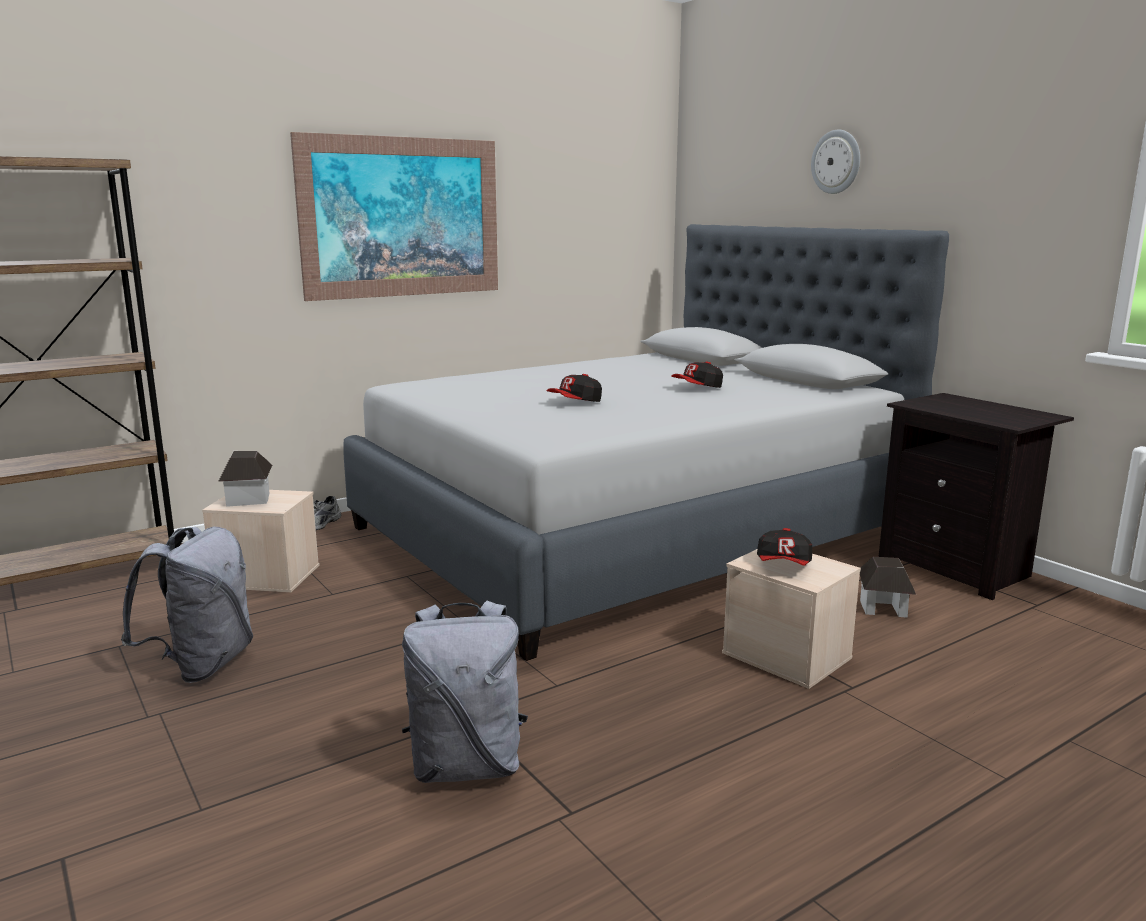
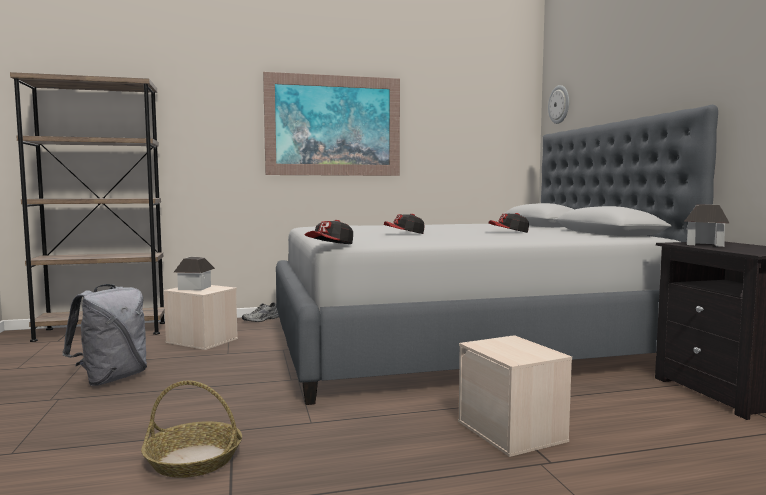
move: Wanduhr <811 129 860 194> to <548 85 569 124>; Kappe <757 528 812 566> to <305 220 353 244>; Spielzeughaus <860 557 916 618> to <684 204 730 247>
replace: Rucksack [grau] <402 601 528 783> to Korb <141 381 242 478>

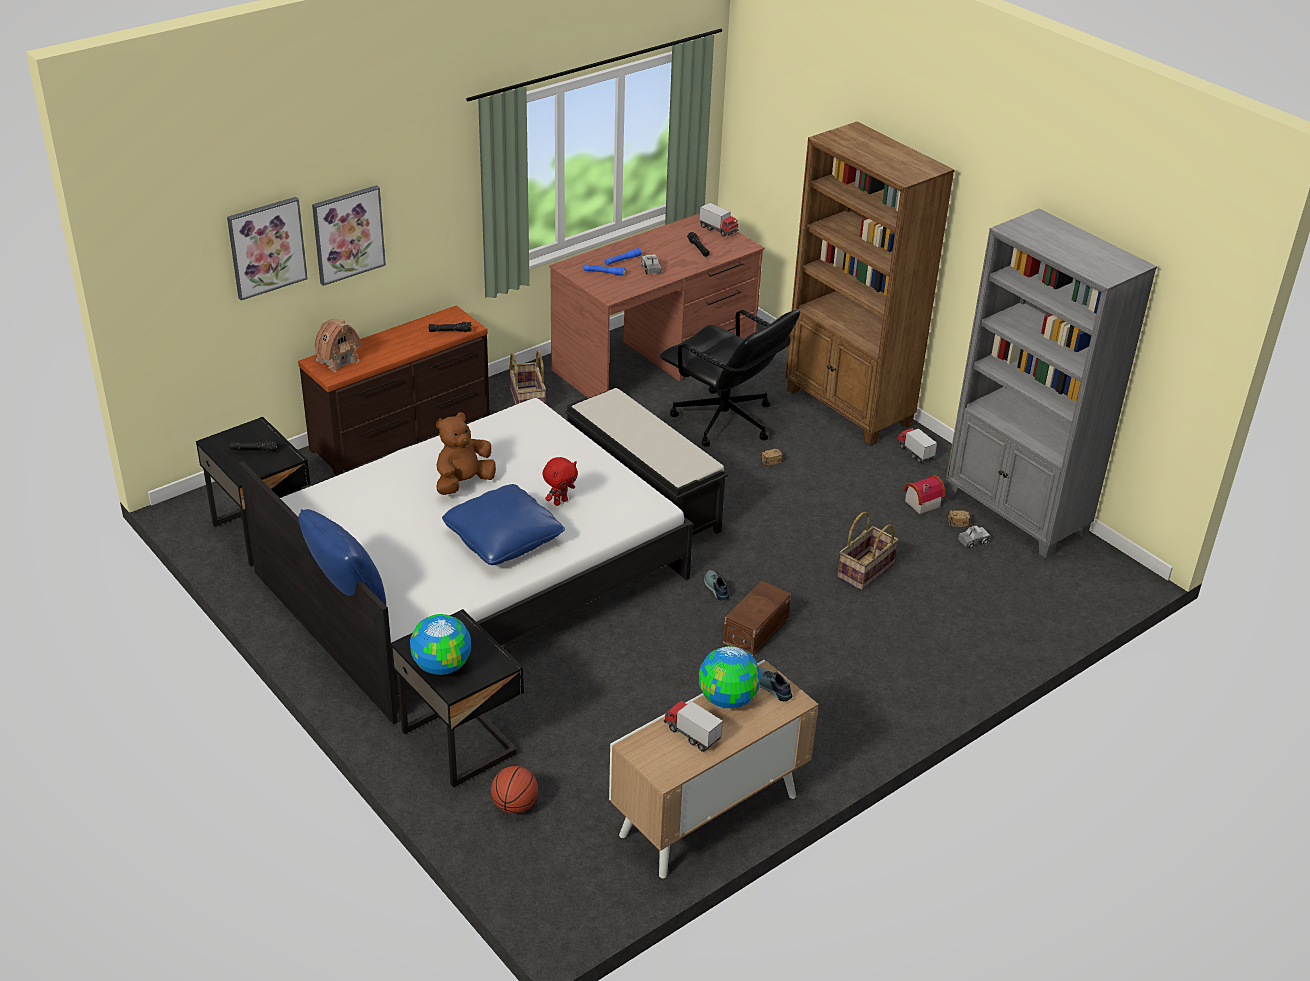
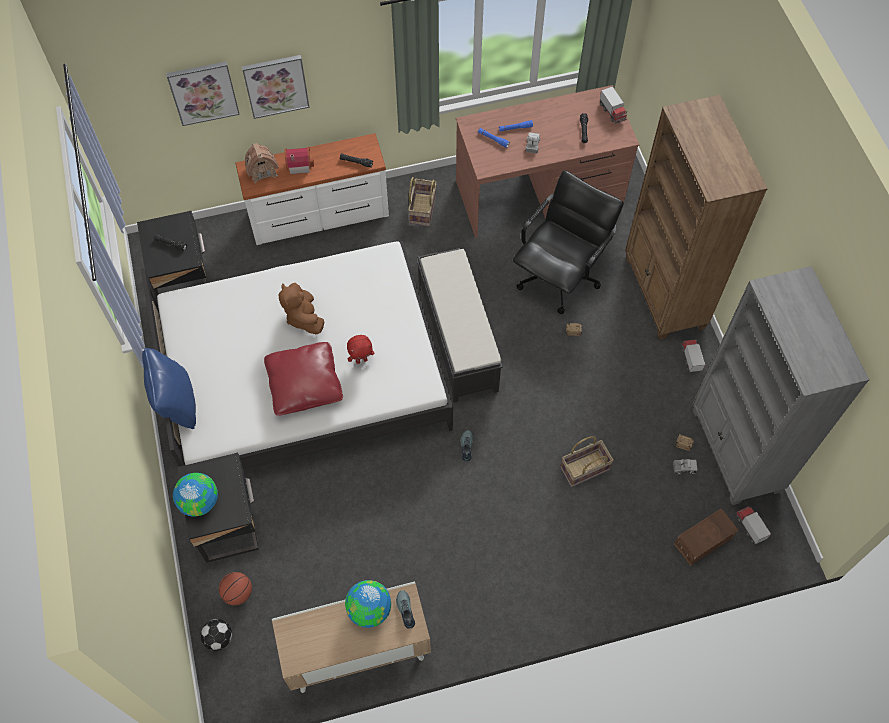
insert: Fußball <200 619 232 651>
move: Spielzeughaus <903 475 946 514> to <285 147 314 174>; Aufbewahrungsbox [braun] <723 581 791 656> to <674 508 738 566>; Spielzeuglaster <664 701 723 752> to <735 506 771 544>
recolor: Kommode [braun] <298 305 490 476> to Kommode [weiß] <235 133 389 245>; Kissen [blau] <442 484 565 565> to Kissen [rot] <264 342 343 416>
rotate: Bürostuhl [schwarz] <660 310 800 447> = <513 170 624 314> 120 degrees counterclockwise; Plüschtier [braun] <436 413 496 495> = <278 283 325 334> 90 degrees counterclockwise

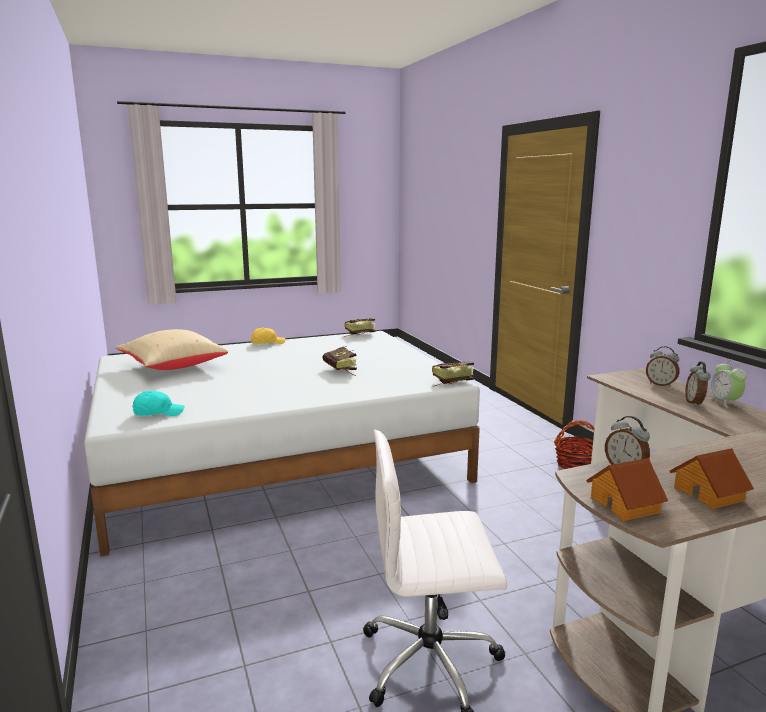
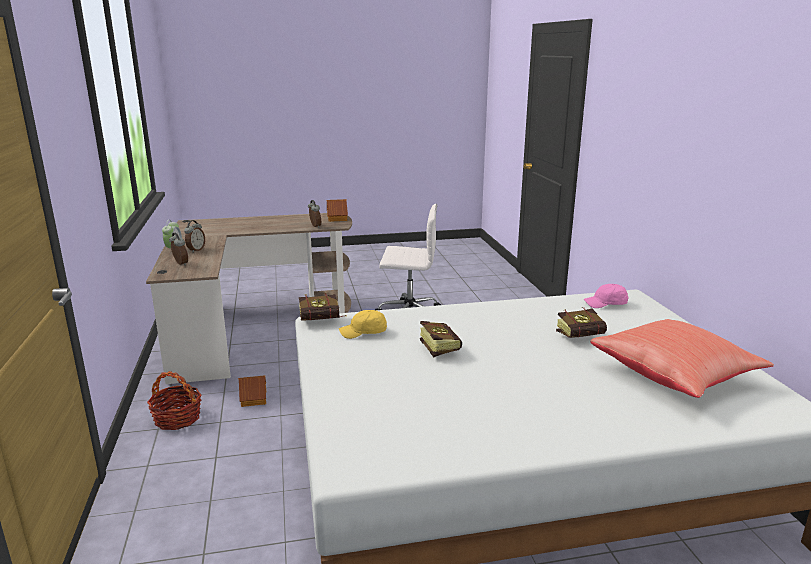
move: Buch <344 318 375 337> to <556 307 607 338>; Kappe [gelb] <251 328 286 344> to <339 310 387 339>; Spielzeughaus <670 448 754 509> to <238 375 266 407>
recolor: Kissen [beige] <115 329 228 370> to Kissen [rot] <590 319 774 398>; Kappe [türkis] <132 390 185 416> to Kappe [rosa] <584 284 628 308>

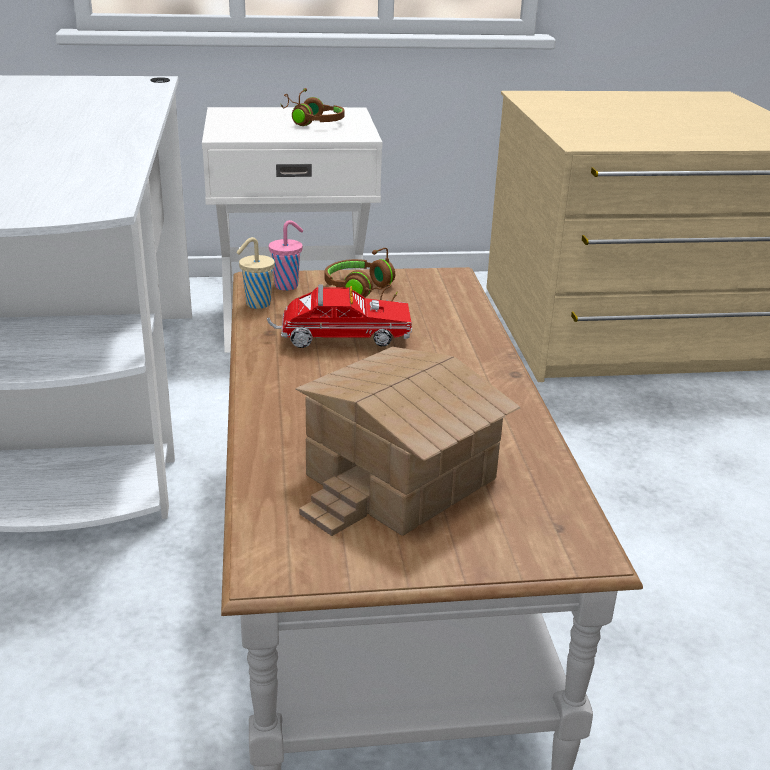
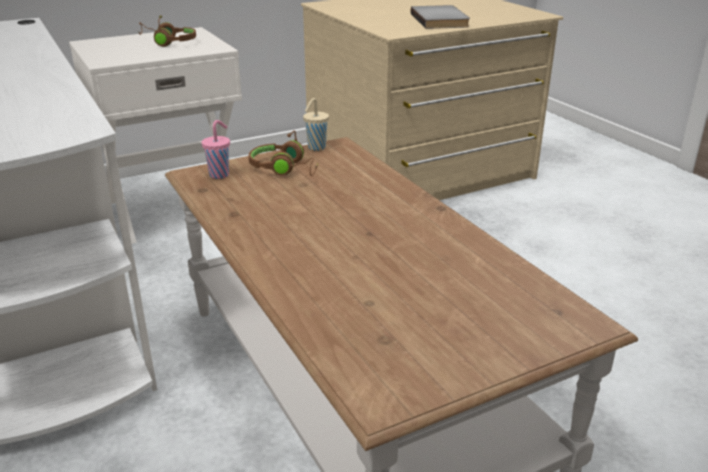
delete: Spielzeuglaster <267 284 412 348>; Spielzeughaus <295 347 520 536>
insert: Buch [grau] <411 5 470 29>
move: Tasse [beige] <236 237 275 309> to <303 98 329 151>

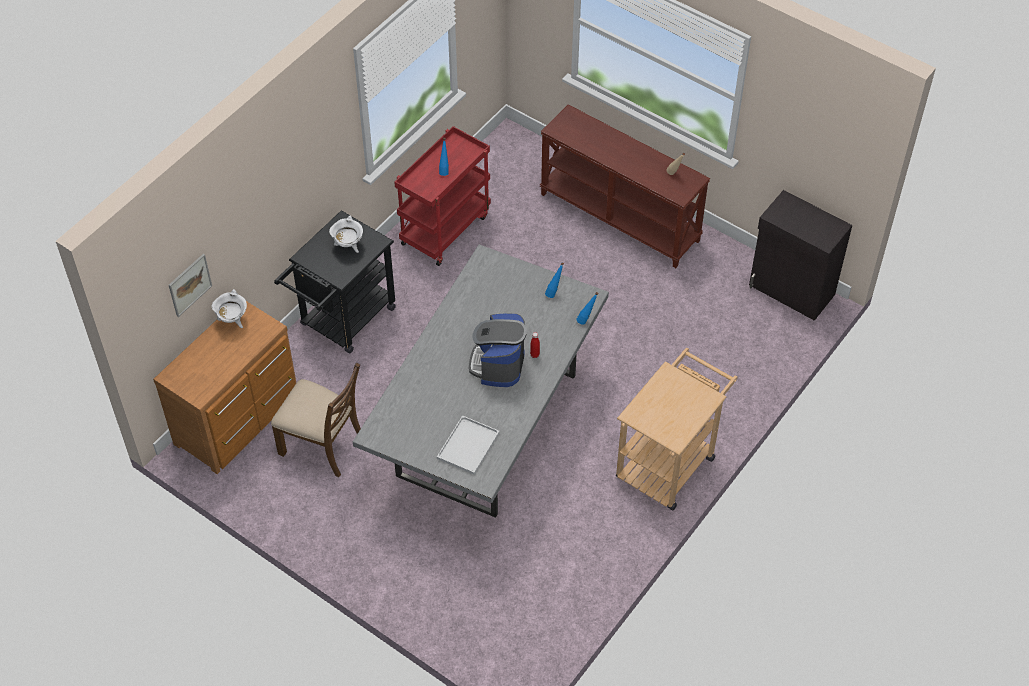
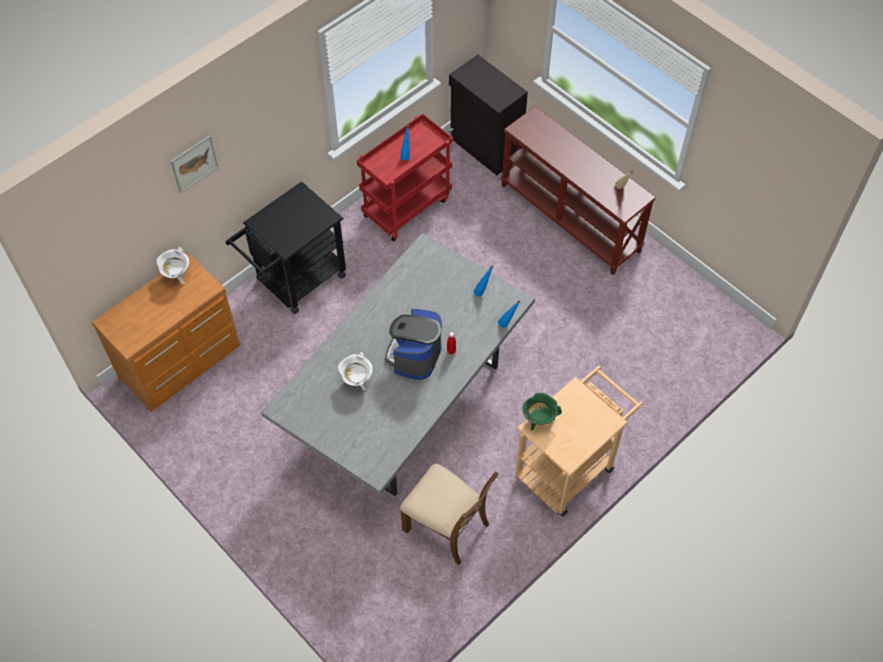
delete: Tablett [weiß] <437 415 500 475>
insert: Kochtopf [grün] <522 393 562 430>
move: Schrank [schwarz] <749 190 852 321> to <449 55 528 175>; Kochtopf [weiß] <329 216 363 253> to <338 352 373 391>; Bild <169 254 212 317> to <170 135 219 193>; Stuhl [braun] <271 362 361 477> to <400 464 499 565>

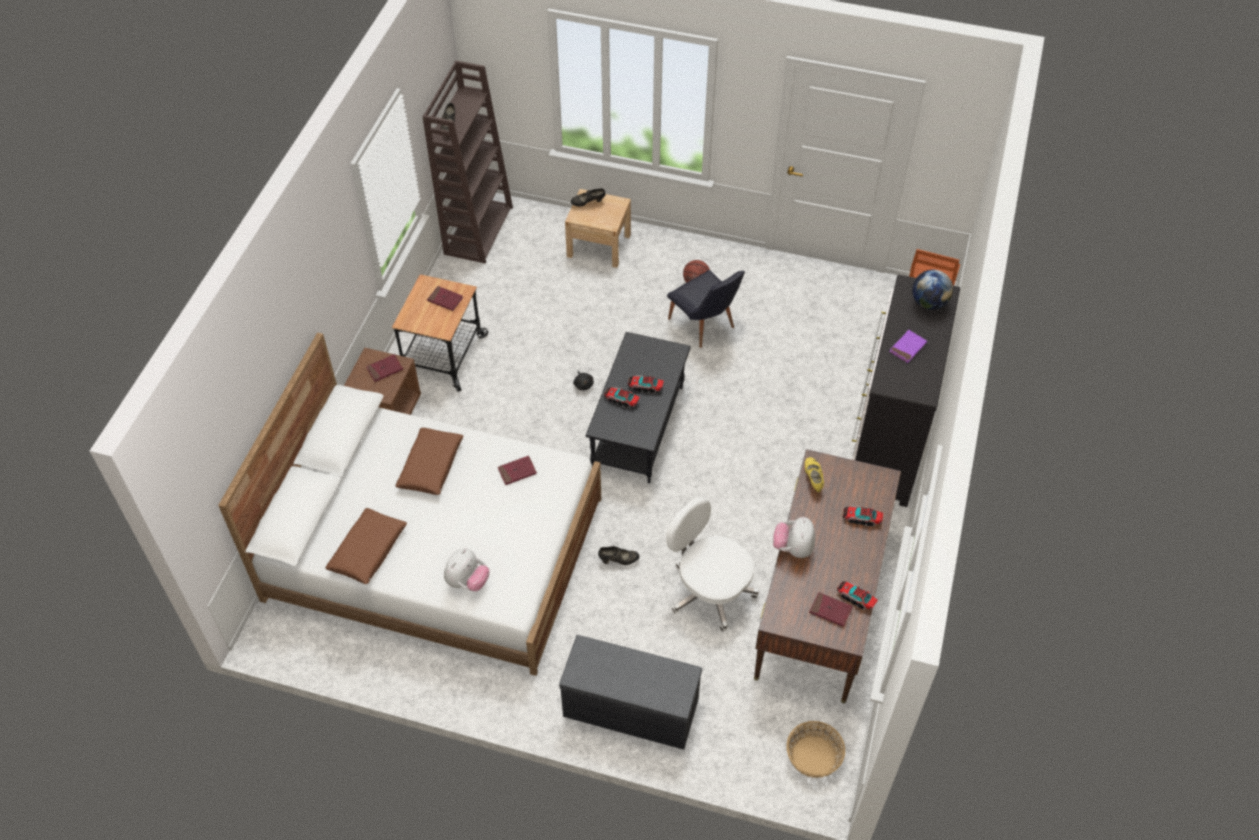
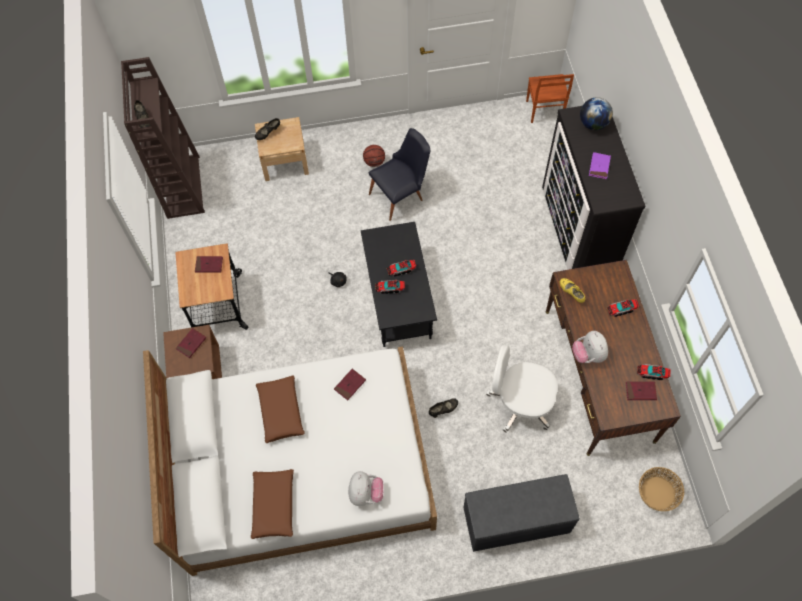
rotate: Stuhl [schwarz] <667 270 745 348> = <369 128 430 221> 60 degrees counterclockwise

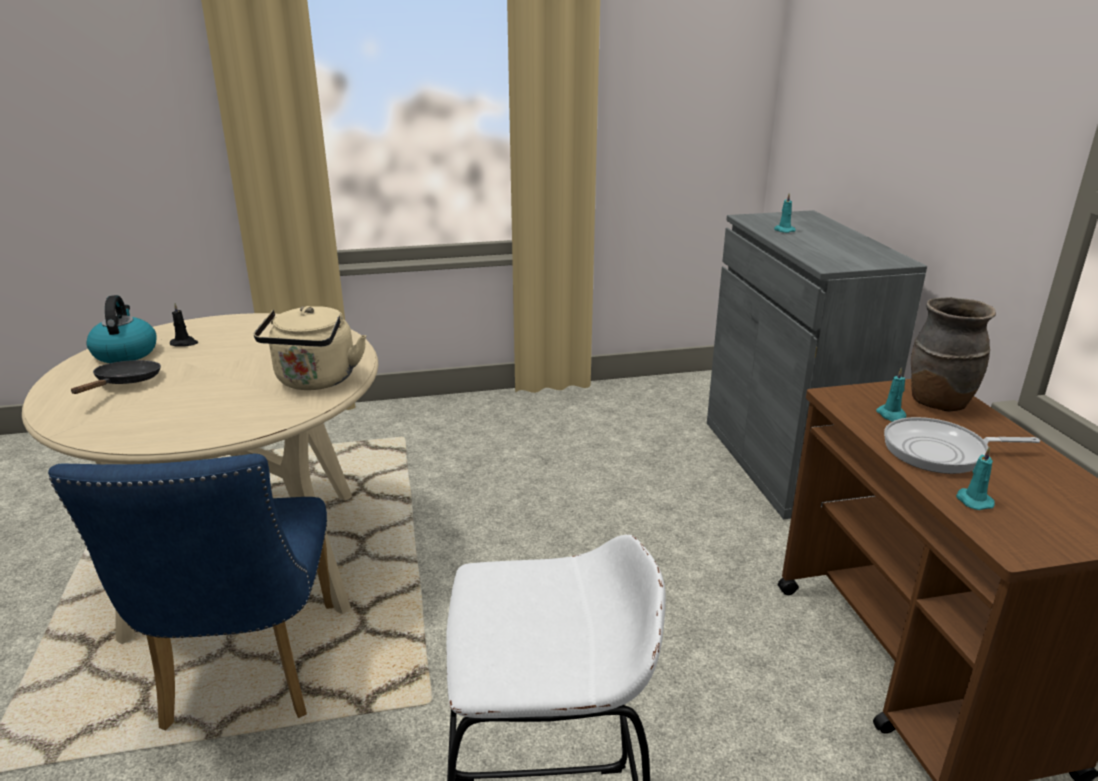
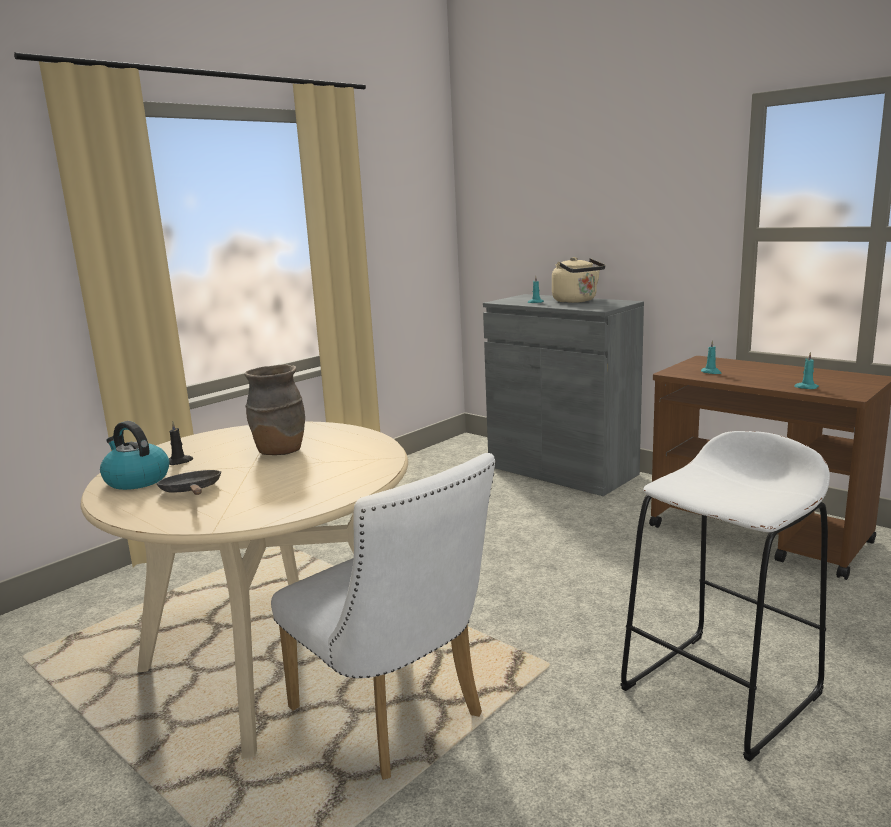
delete: Pfanne <884 417 1040 474>
move: Vase [braun] <911 297 996 412> to <245 364 305 455>; Wasserkessel [beige] <254 306 367 390> to <552 257 605 303>
recolor: Stuhl [blau] <48 454 334 730> to Stuhl [weiß] <271 453 496 780>

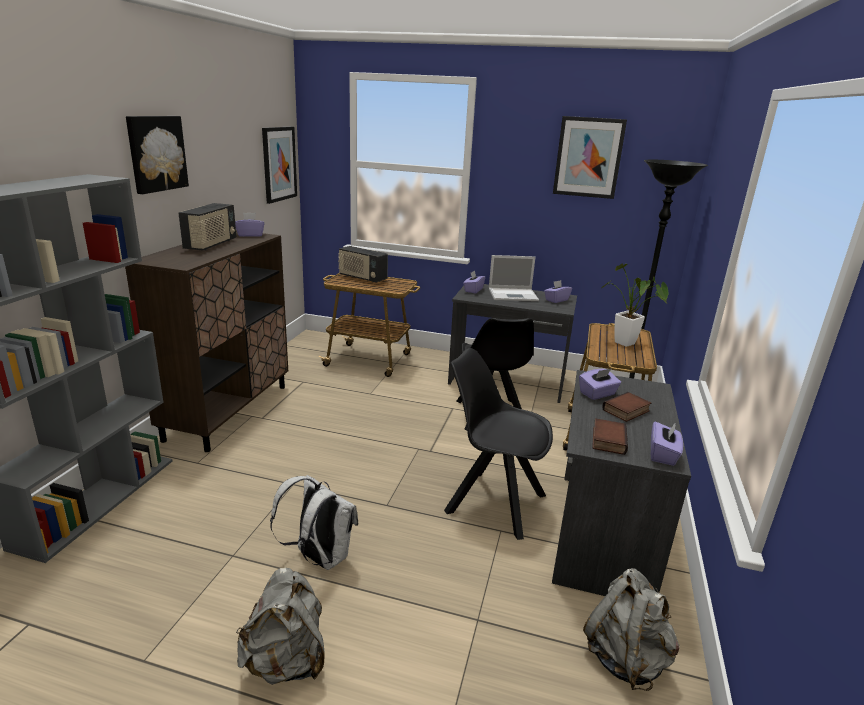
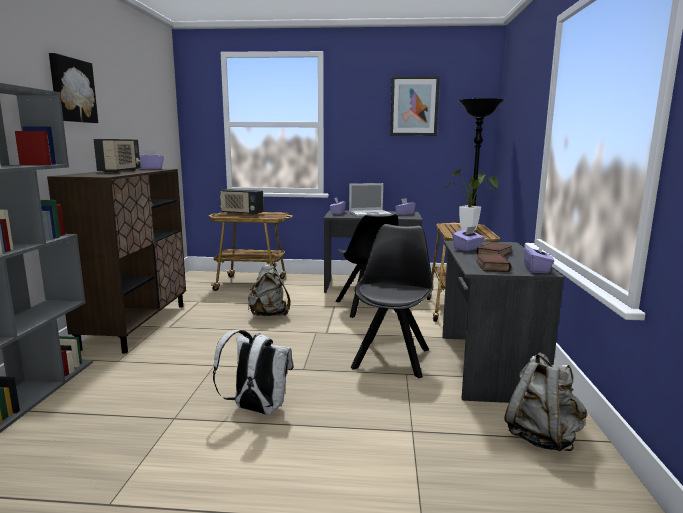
delete: Bild <262 127 297 204>
move: Rucksack [grau] <236 567 325 685> to <248 263 290 316>
rotate: Stuhl [schwarz] <444 348 553 540> = <350 224 433 378> 90 degrees clockwise

